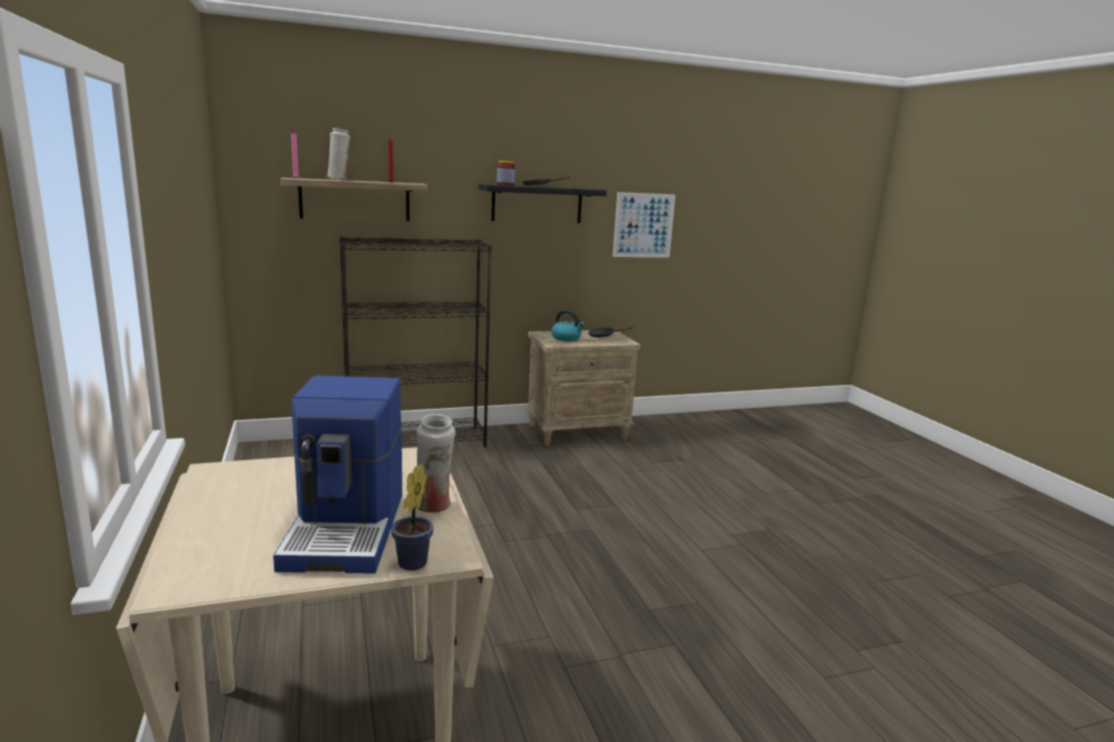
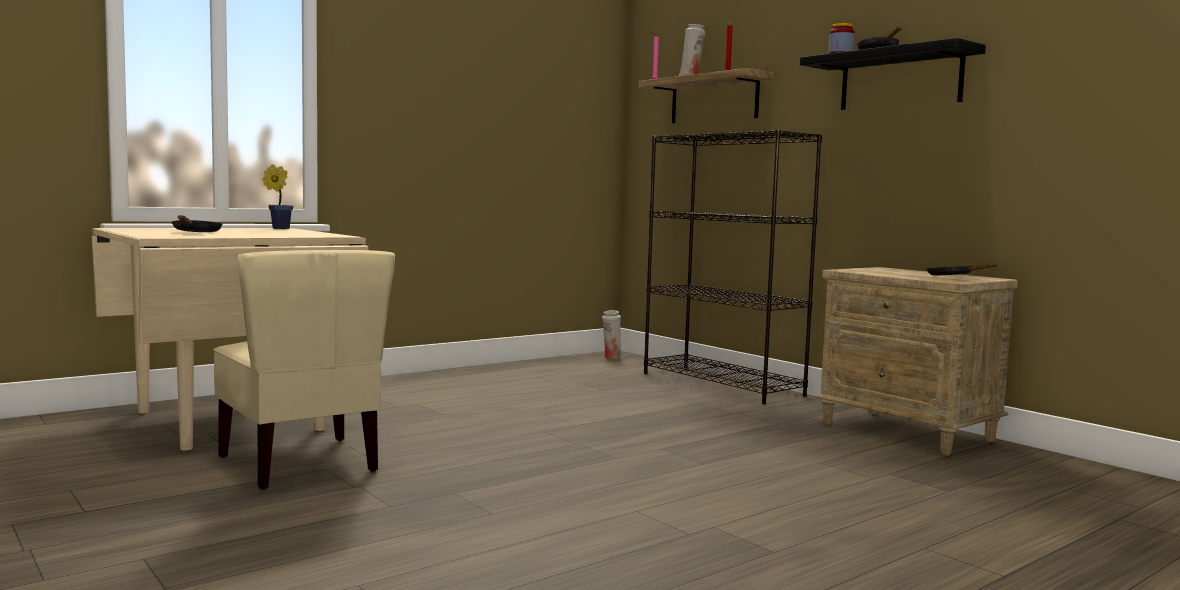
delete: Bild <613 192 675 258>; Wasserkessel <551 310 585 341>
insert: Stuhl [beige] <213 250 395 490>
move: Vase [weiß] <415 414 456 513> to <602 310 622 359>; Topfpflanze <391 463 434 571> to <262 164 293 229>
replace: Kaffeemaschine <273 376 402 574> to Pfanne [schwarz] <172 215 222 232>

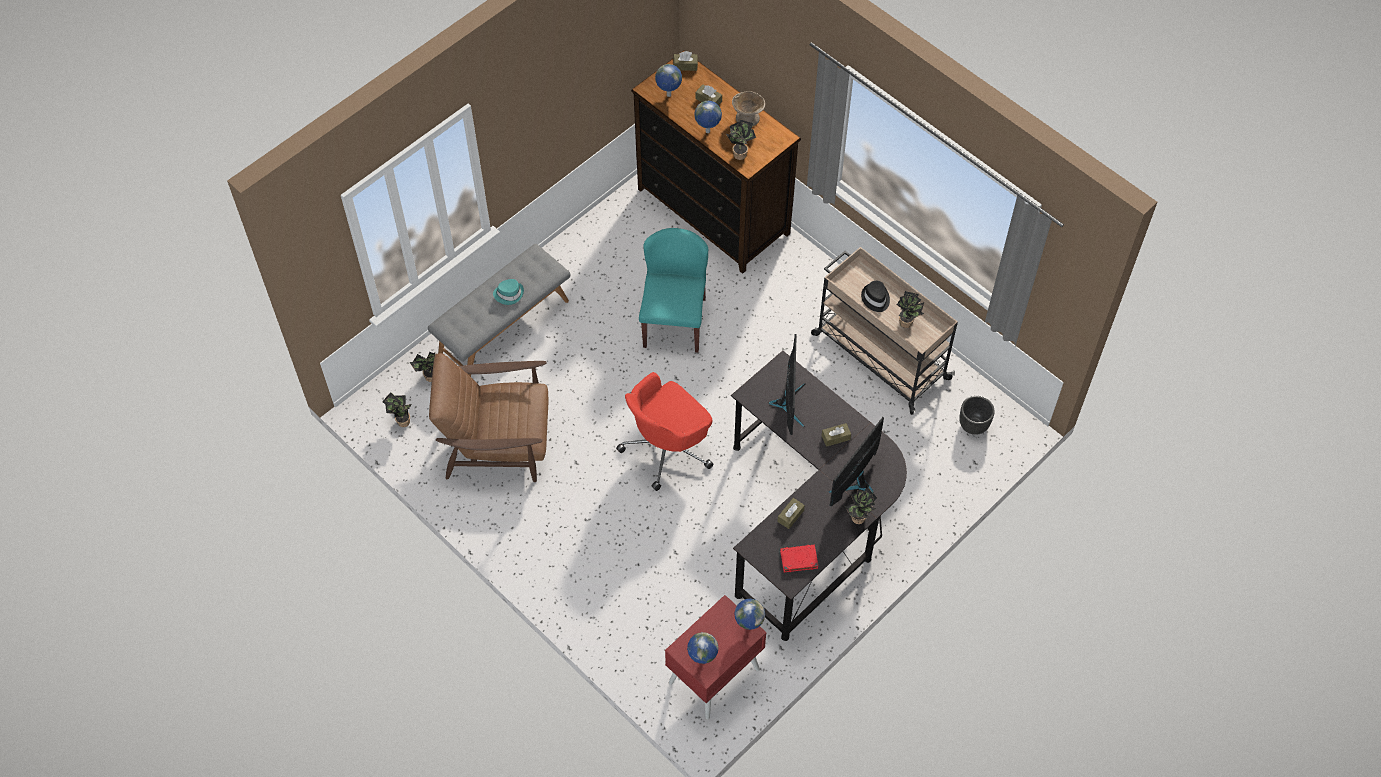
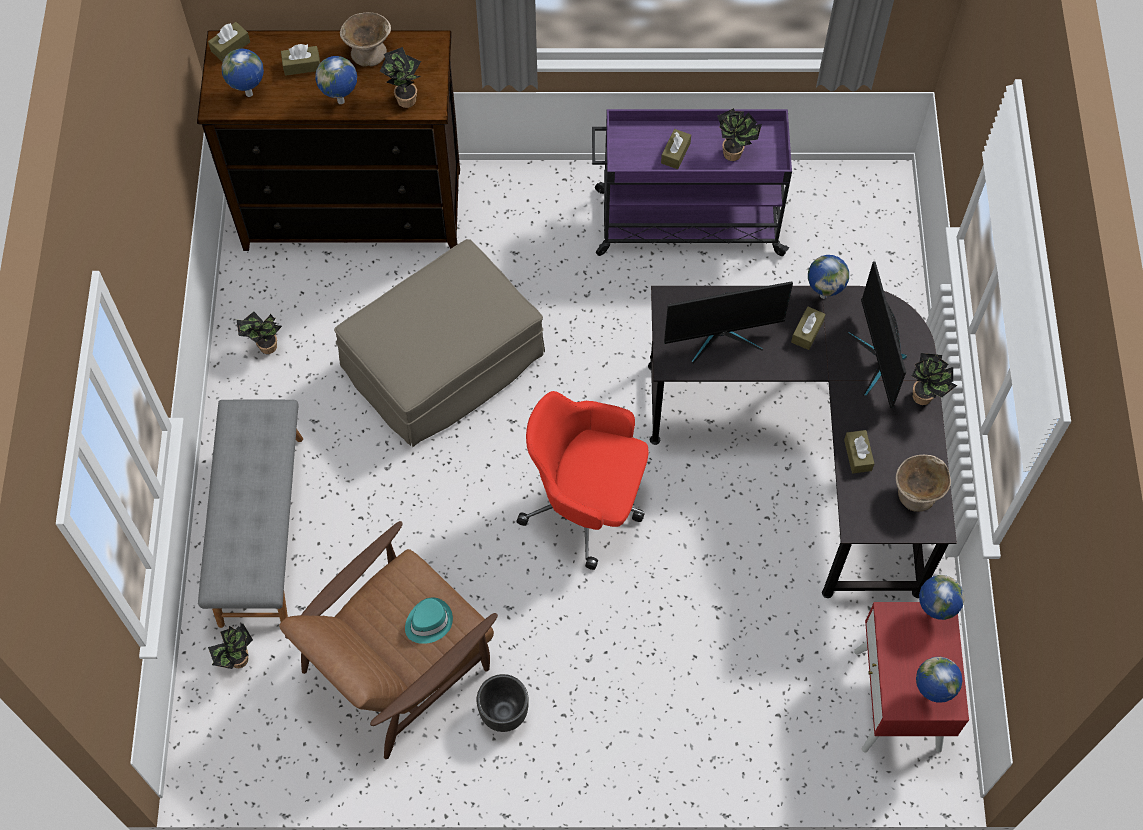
insert: Globus <808 255 849 299>
move: Hut [türkis] <493 279 524 305> to <405 598 453 644>; Topfpflanze <382 392 411 427> to <237 311 282 354>; Pflanzkübel [schwarz] <959 396 995 435> to <477 674 529 732>
replace: Stuhl [türkis] <639 228 708 352> to Polsterhocker [beige] <334 239 545 447>; Hut [schwarz] <861 281 890 312> to Taschentuchbox [braun] <661 129 691 169>; Buch [rot] <780 544 818 572> to Schüssel [beige] <896 455 951 512>
recolor: Rollwagen [beige] <811 247 958 415> to Rollwagen [lila] <592 109 792 256>
rotate: Monitor <769 334 806 435> = <664 281 793 364> 120 degrees clockwise; Bürostuhl [rot] <616 372 713 491> = <516 391 649 570> 105 degrees clockwise

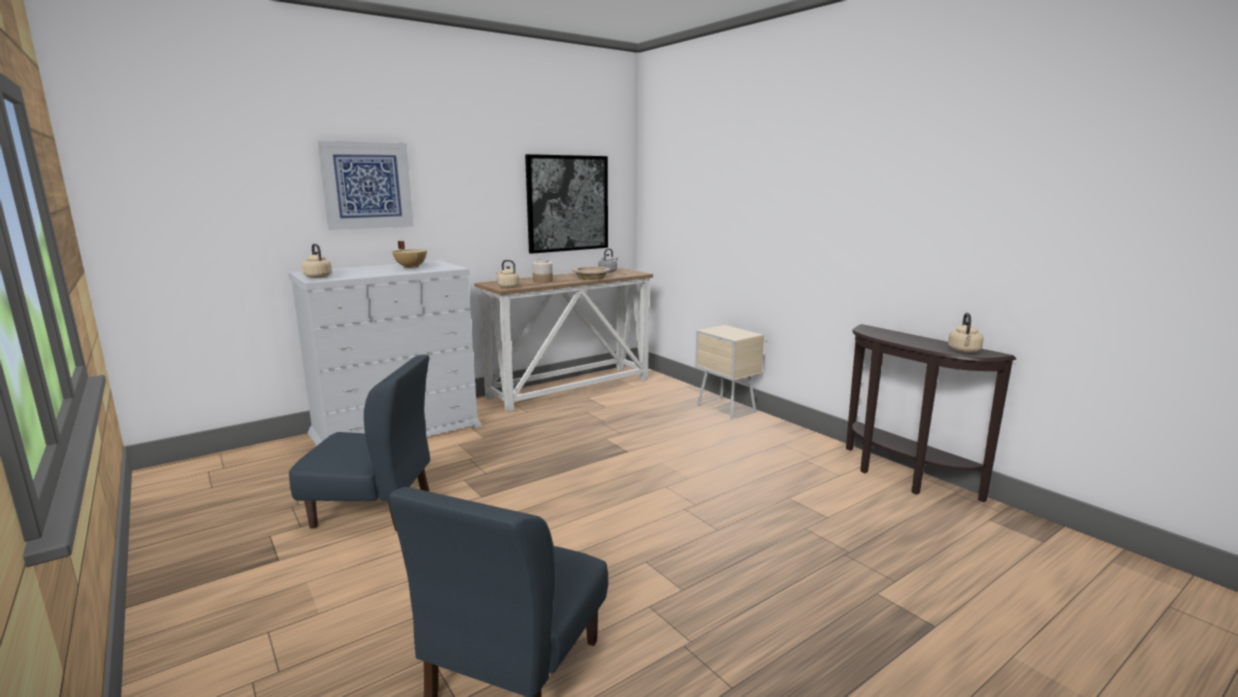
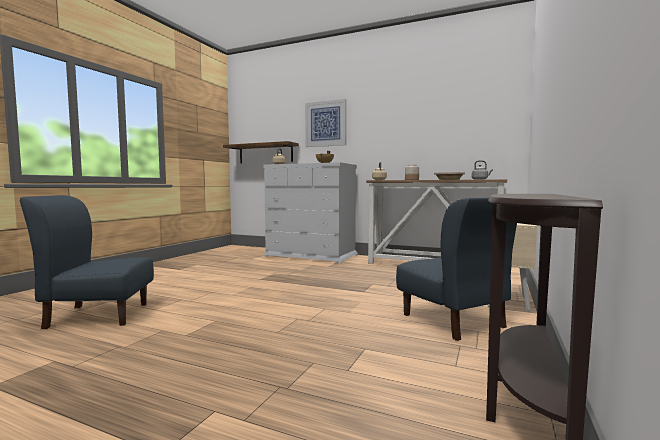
delete: Bild <525 154 608 254>; Wasserkessel [beige] <948 313 984 353>
insert: Wandregal <223 141 299 163>
move: Stuhl [blau] <289 355 430 531> to <396 197 517 341>

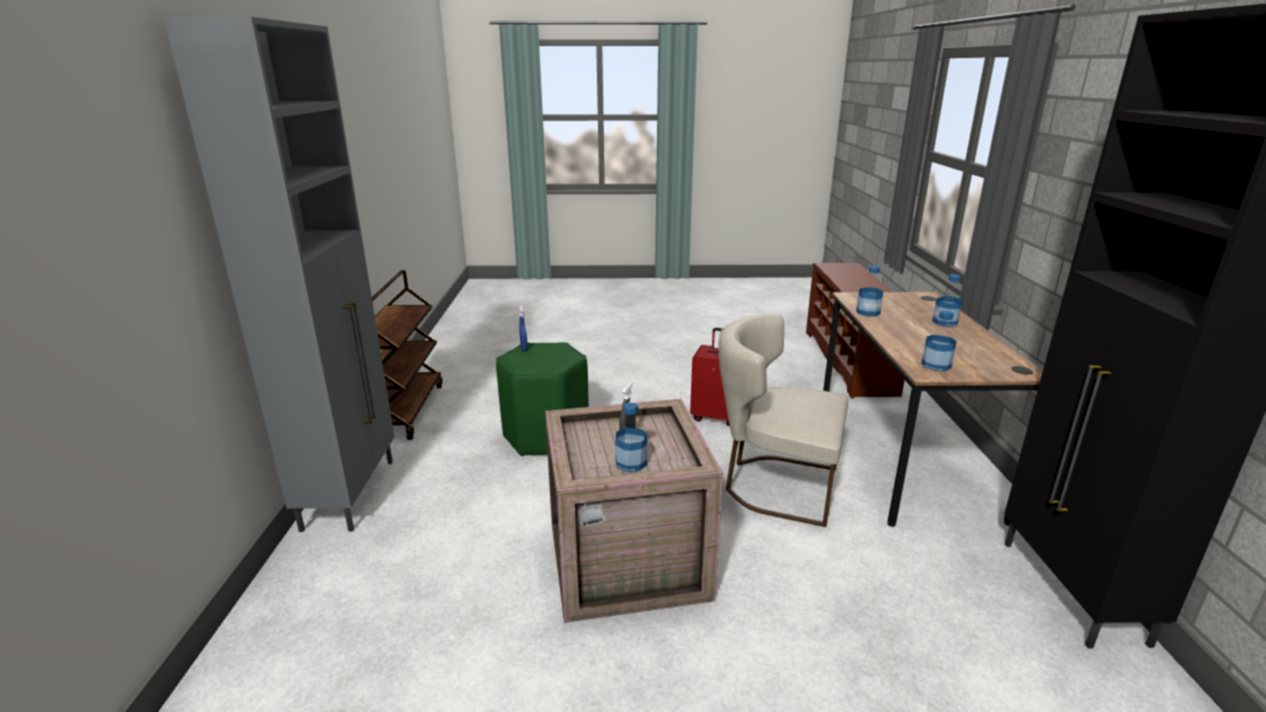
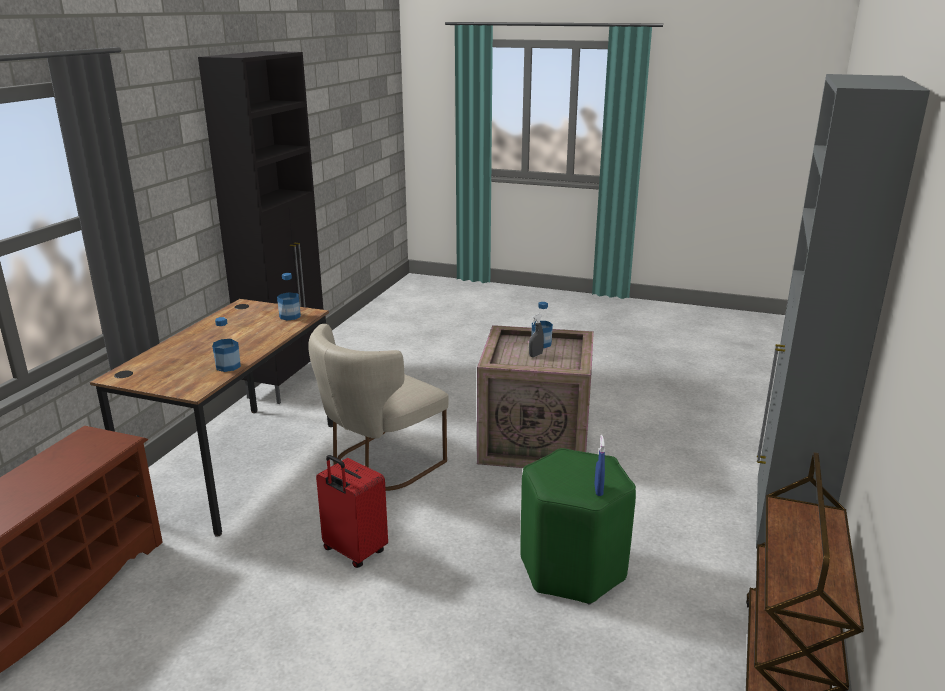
delete: Flasche <932 274 962 327>
rotate: Stuhl [beige] <719 314 849 527> = <308 324 449 491> 90 degrees clockwise

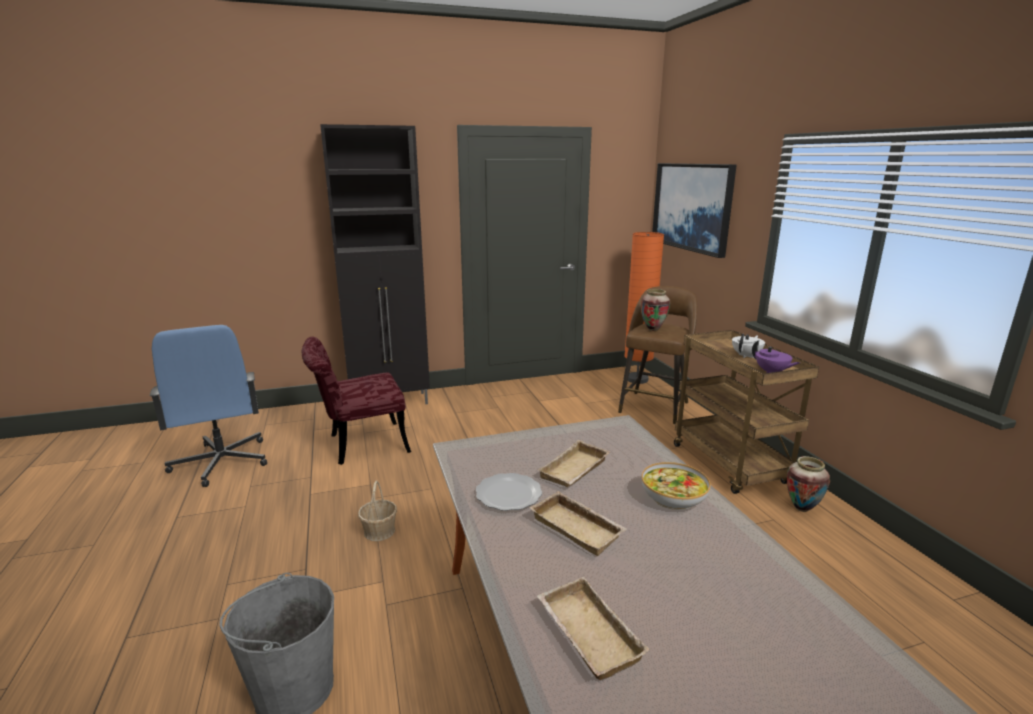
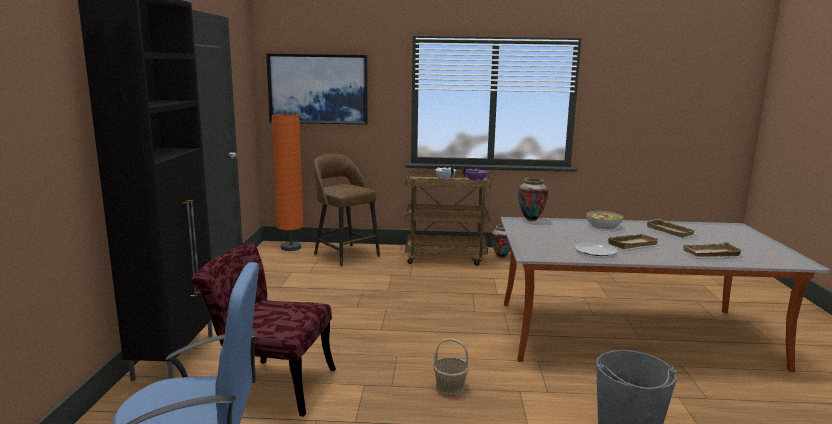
move: Vase <641 289 670 331> to <518 178 549 221>; Tablett [beige] <538 440 610 487> to <646 219 698 238>
rotate: Stuhl [rot] <302 337 411 465> = <191 243 336 416> 105 degrees clockwise

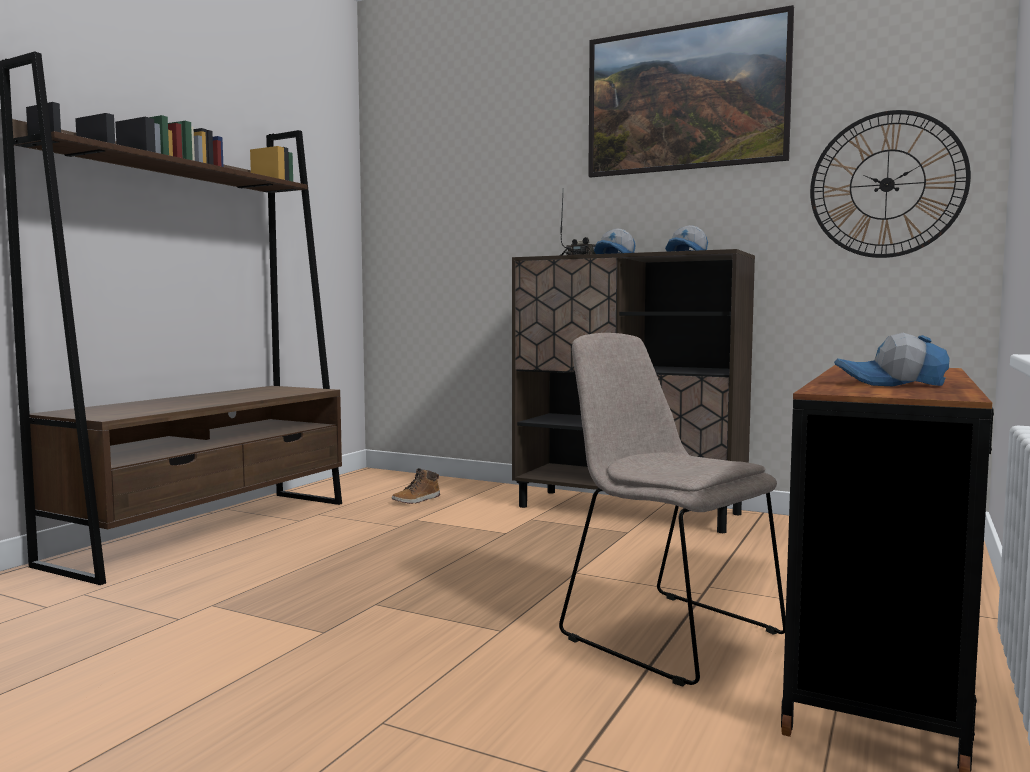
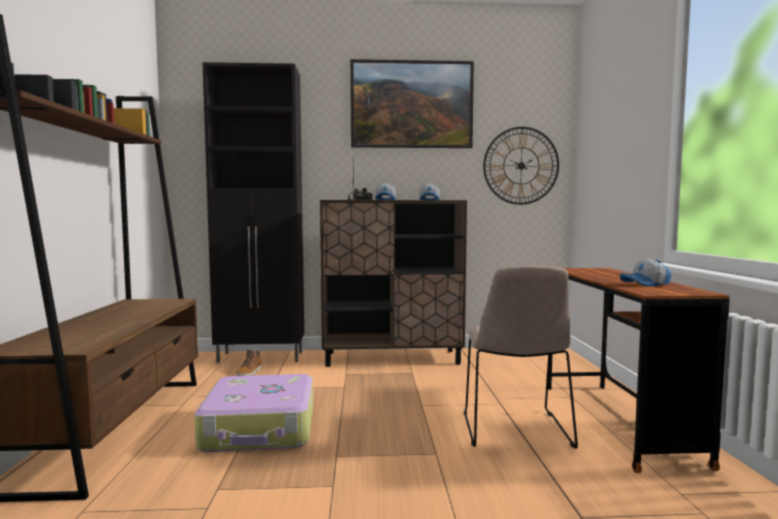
insert: Schrank [schwarz] <202 62 304 363>; Koffer <195 374 313 452>
rotate: Stuhl [beige] <559 333 786 686> = <464 266 578 449> 105 degrees counterclockwise

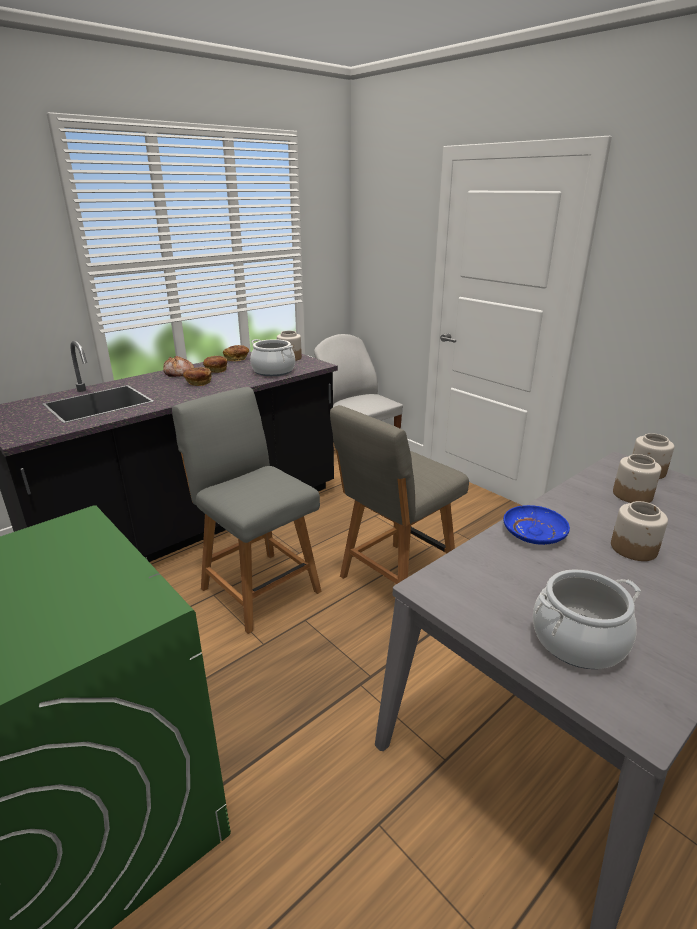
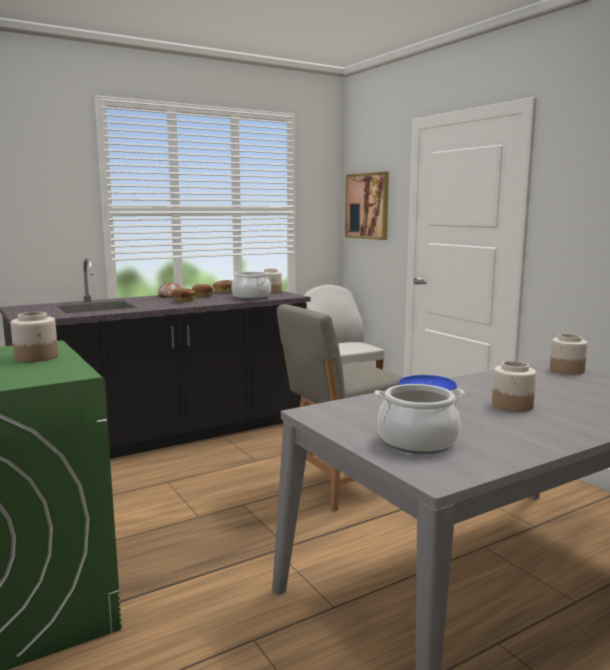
delete: Stuhl [grau] <172 387 321 634>
insert: Bild <345 172 389 240>
move: Vorratsglas <613 454 661 503> to <11 312 58 362>

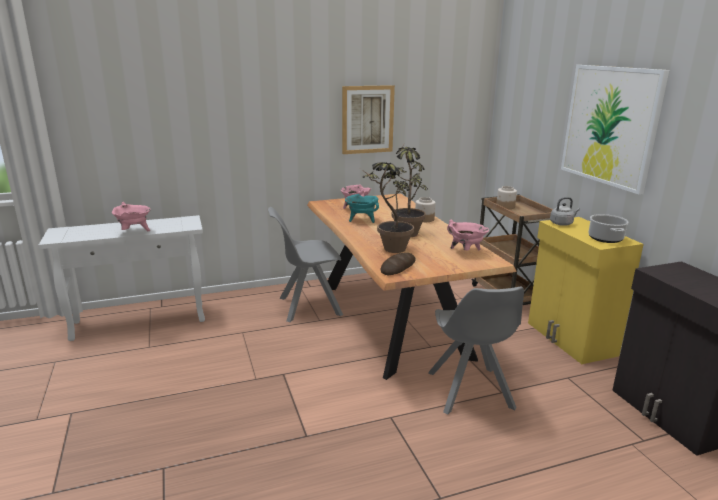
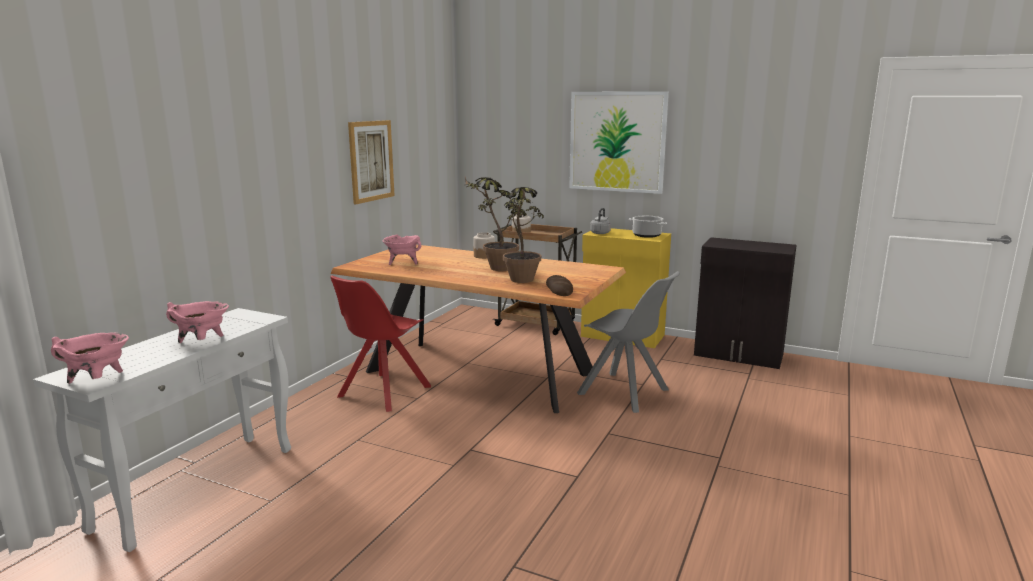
delete: Kochtopf [türkis] <345 194 379 223>
move: Kochtopf [rosa] <447 220 489 251> to <51 332 129 384>
recolor: Stuhl [grau] <268 207 343 322> to Stuhl [rot] <330 275 431 412>

